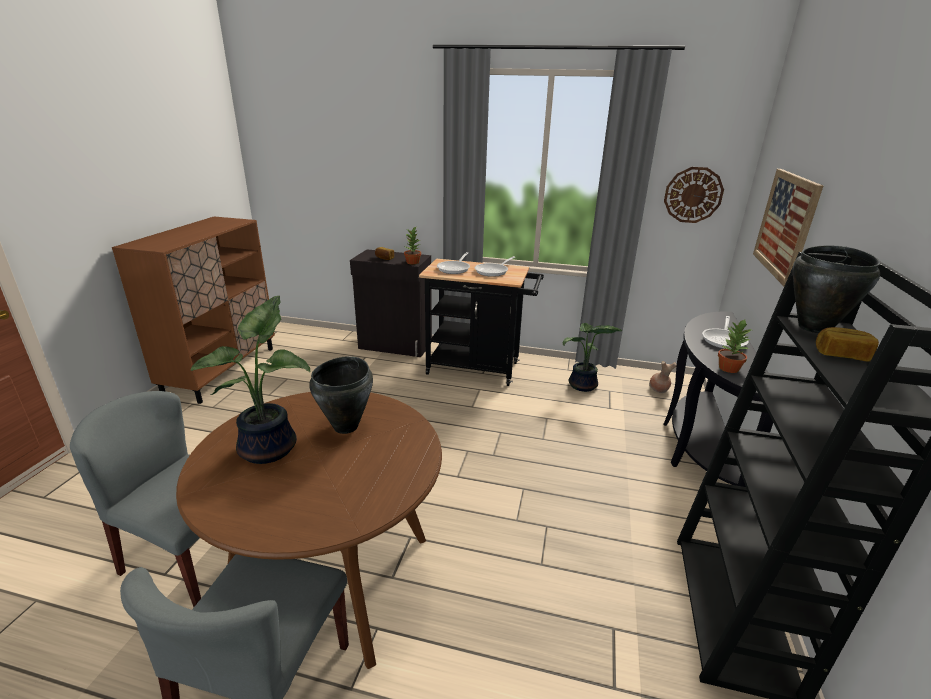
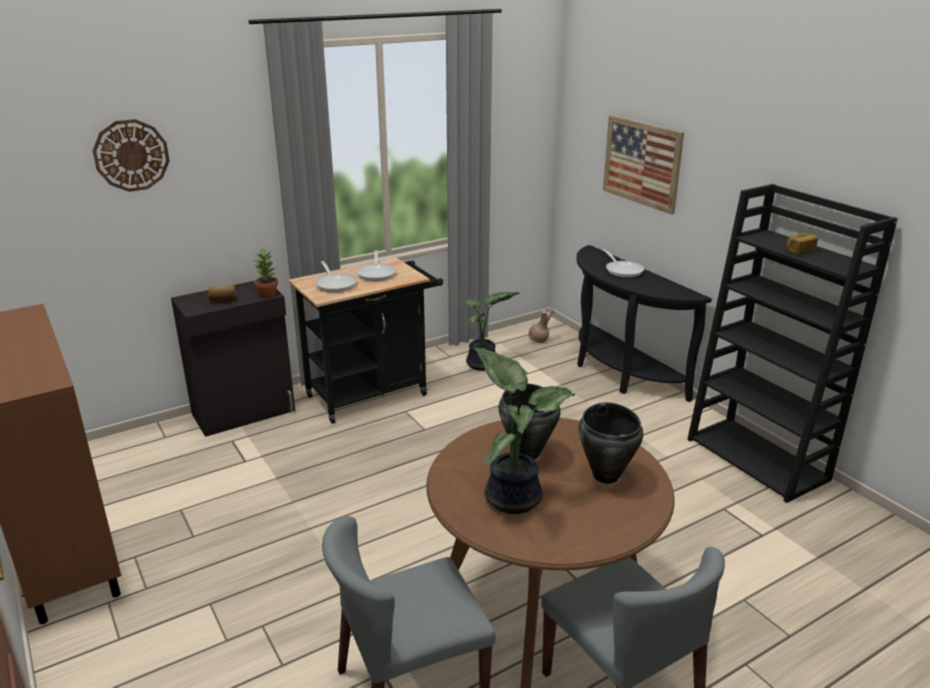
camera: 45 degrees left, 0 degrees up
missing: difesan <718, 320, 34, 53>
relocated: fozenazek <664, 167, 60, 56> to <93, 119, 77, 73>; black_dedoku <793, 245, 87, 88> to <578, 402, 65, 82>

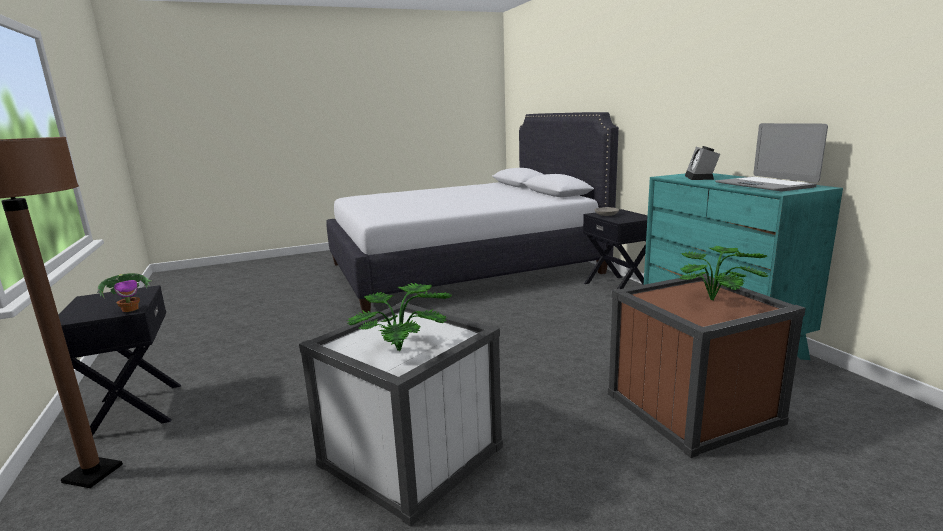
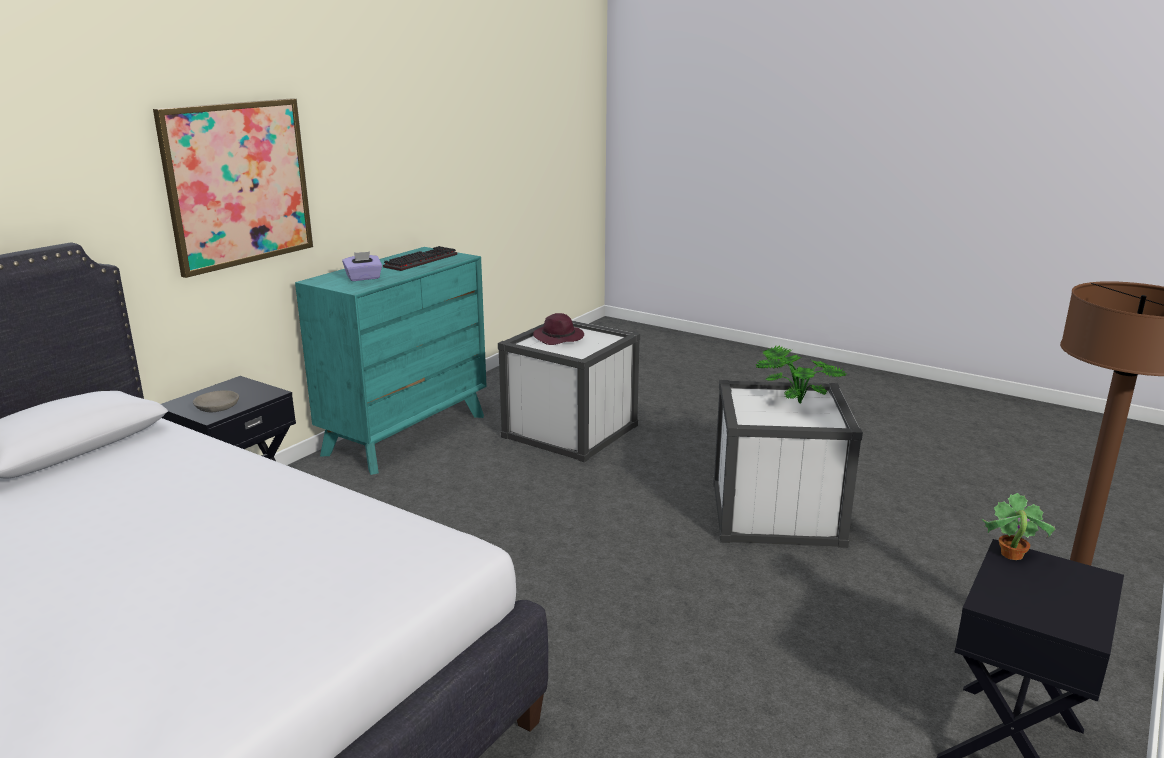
camera: 125 degrees left, 5 degrees up
appeared: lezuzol <153, 98, 160, 180>
exchanged: difesan <679, 246, 90, 54> to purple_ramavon <533, 313, 51, 32>; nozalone <685, 146, 35, 34> to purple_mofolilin <342, 252, 40, 29>; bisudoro <715, 123, 113, 68> to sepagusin <383, 246, 74, 25>
colour: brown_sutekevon <608, 274, 198, 184> to white_sutekevon <498, 321, 142, 141>

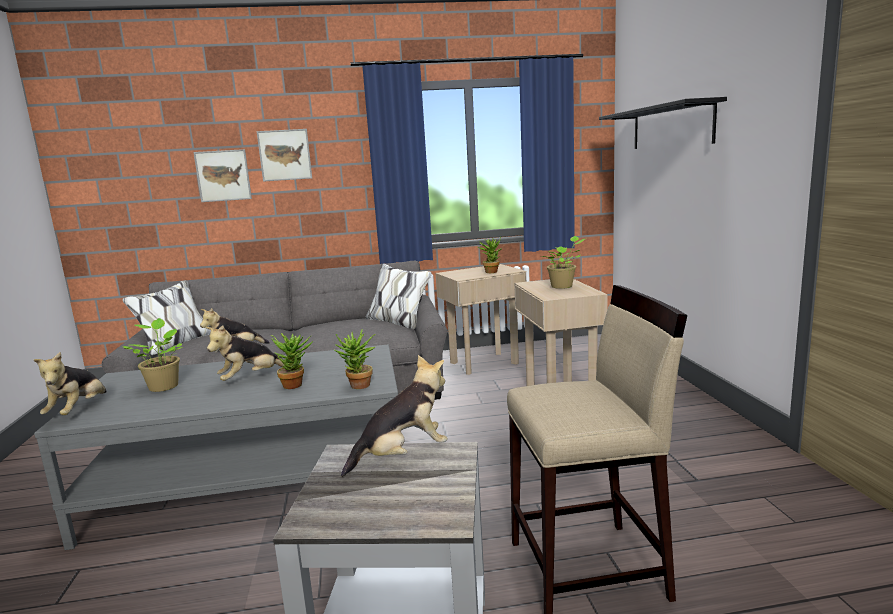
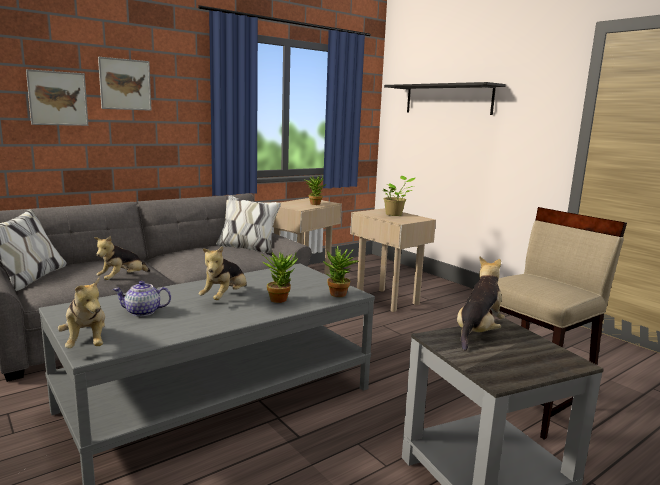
camera: 30 degrees left, 0 degrees up
exchanged: difesan <123, 318, 60, 74> to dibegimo <113, 281, 58, 35>

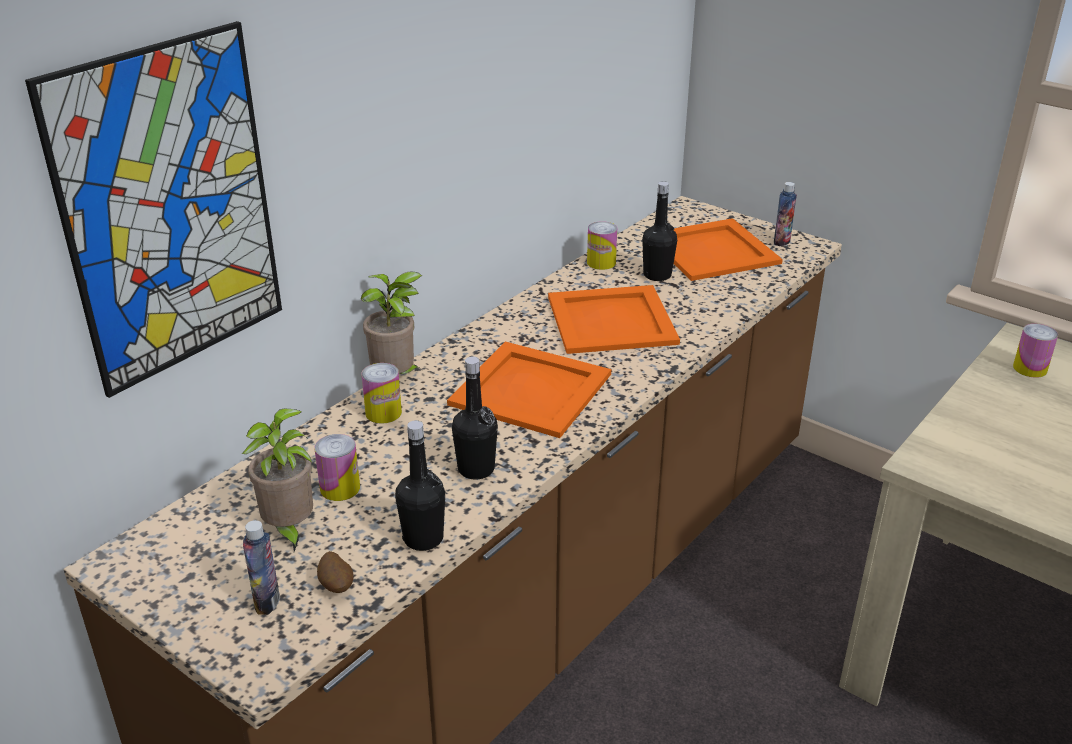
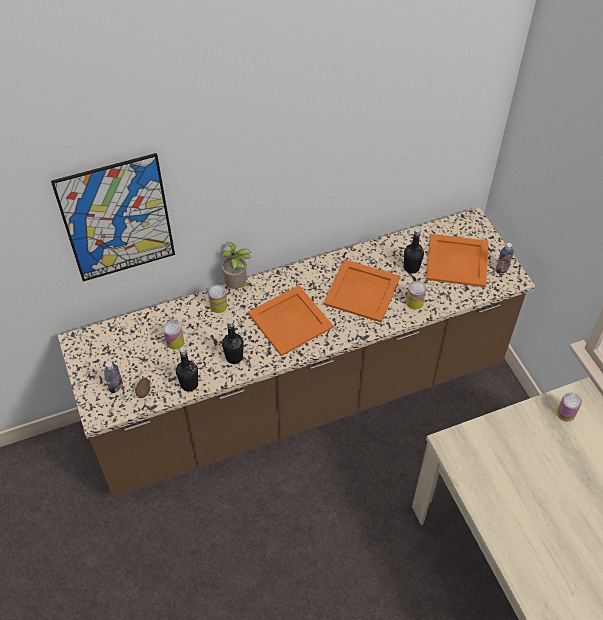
camera: 30 degrees right, 20 degrees up
missing: difesan <242, 409, 71, 143>
relocated: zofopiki <587, 221, 30, 49> to <406, 281, 20, 28>

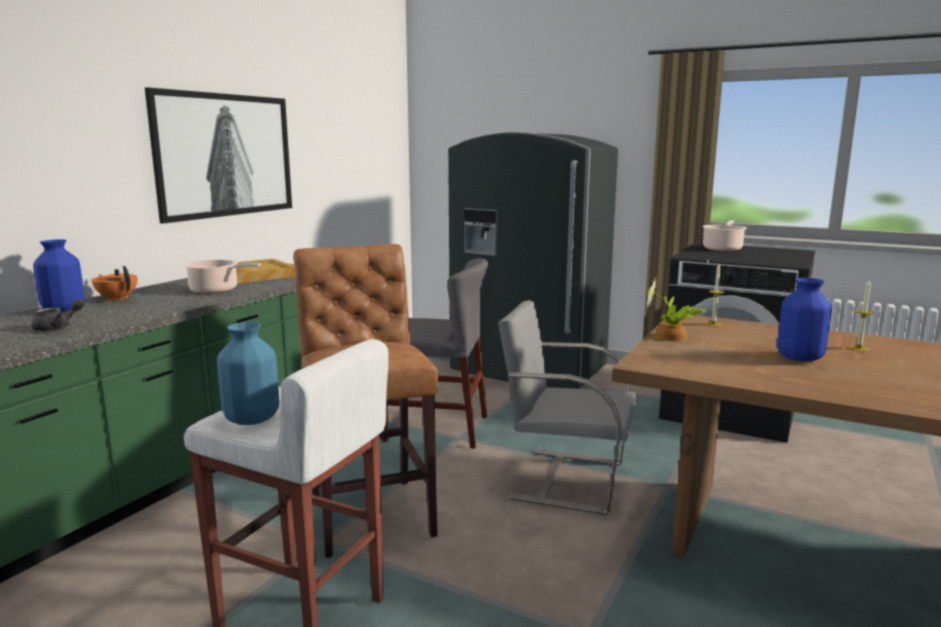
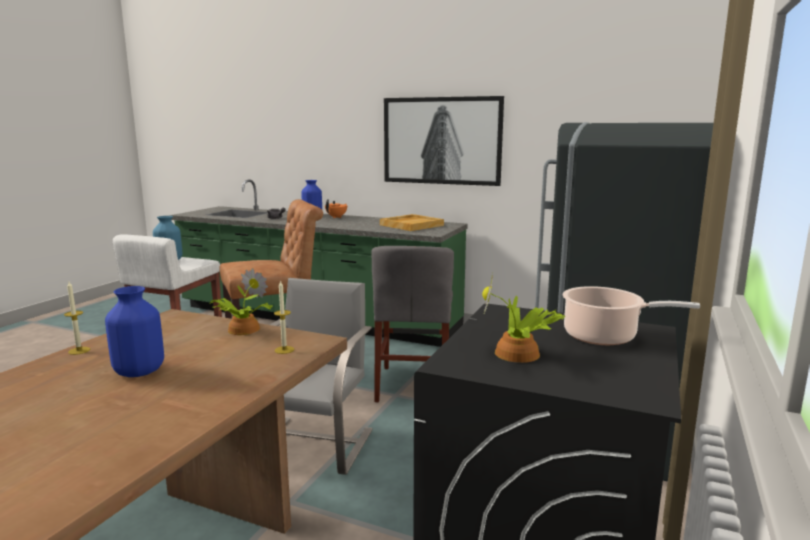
camera: 85 degrees right, 0 degrees up
missing: dedoku <184, 259, 77, 35>
appeared: difesan <482, 274, 84, 89>
relocated: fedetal <848, 281, 26, 71> to <64, 282, 26, 73>

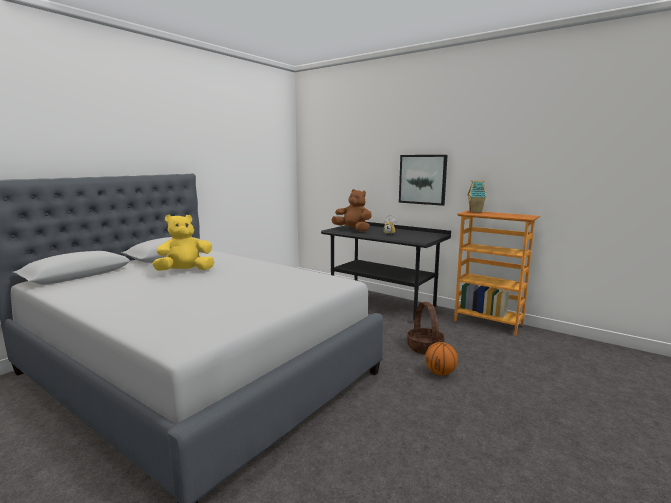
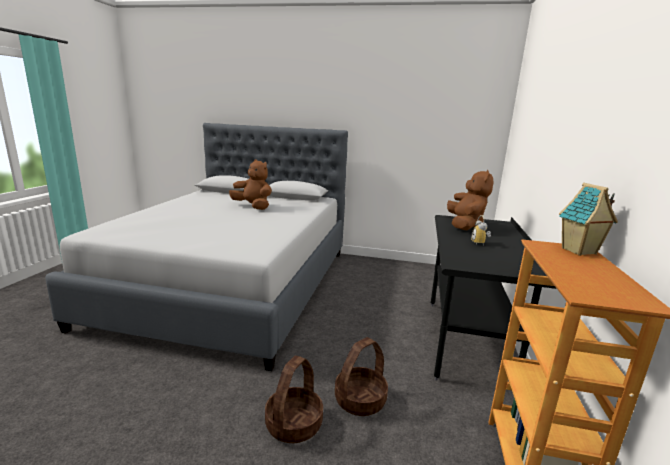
camera: 65 degrees right, 5 degrees up
missing: lezuzol <399, 155, 49, 51>
exchanged: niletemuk <425, 342, 33, 34> to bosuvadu <265, 356, 58, 87>
colour: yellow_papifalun <152, 215, 62, 56> to brown_papifalun <229, 159, 43, 51>

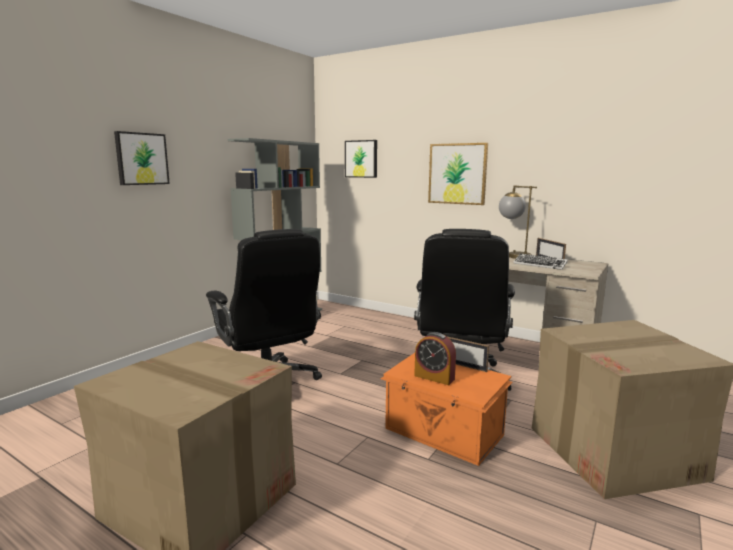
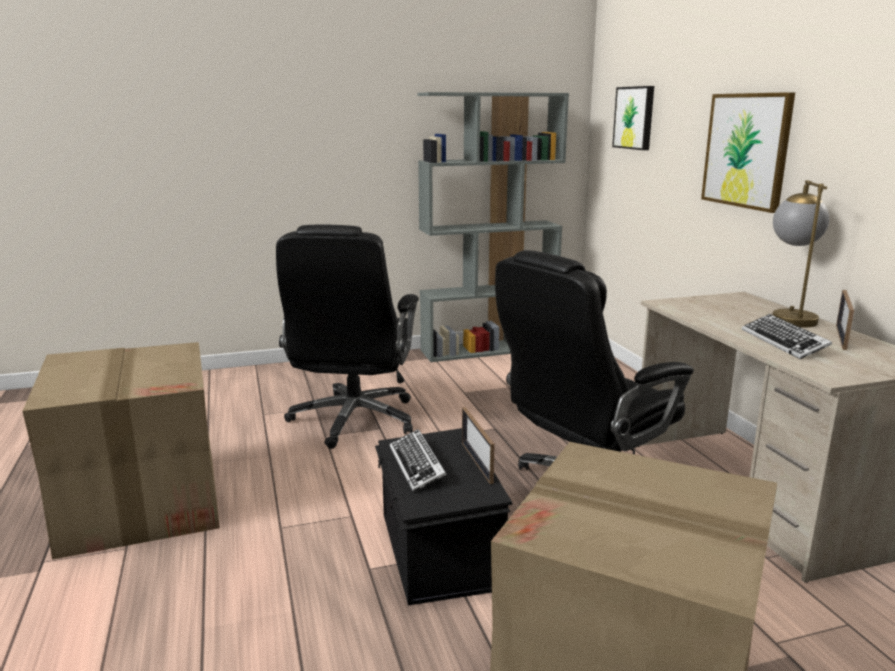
camera: 40 degrees right, 5 degrees up
missing: lezuzol <114, 131, 56, 54>
exchanged: nozalone <414, 332, 42, 53> to sepagusin <390, 429, 57, 63>
colour: orange_sutekevon <380, 353, 132, 113> to black_sutekevon <375, 428, 137, 177>

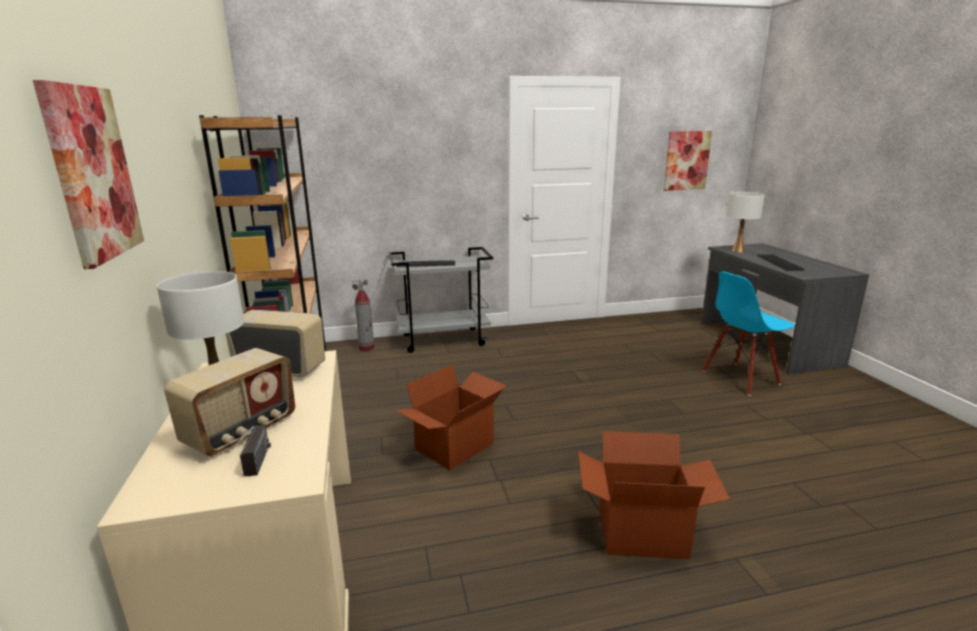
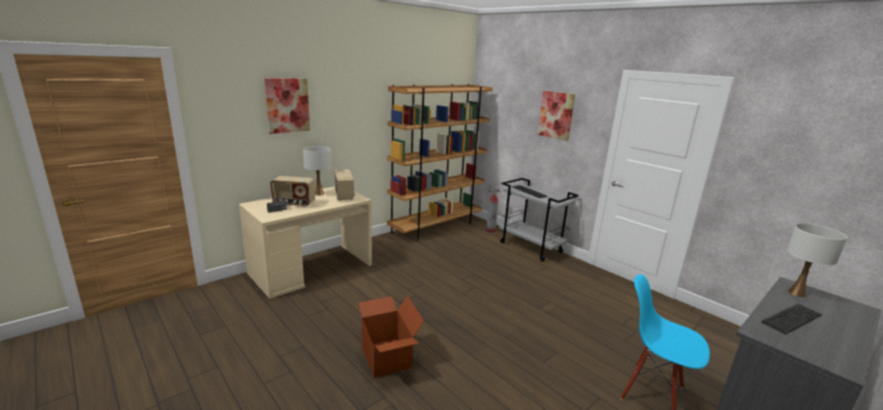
camera: 60 degrees right, 0 degrees up
missing: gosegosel <395, 364, 111, 106>
relocated: lezuzol <664, 131, 48, 60> to <537, 91, 38, 50>

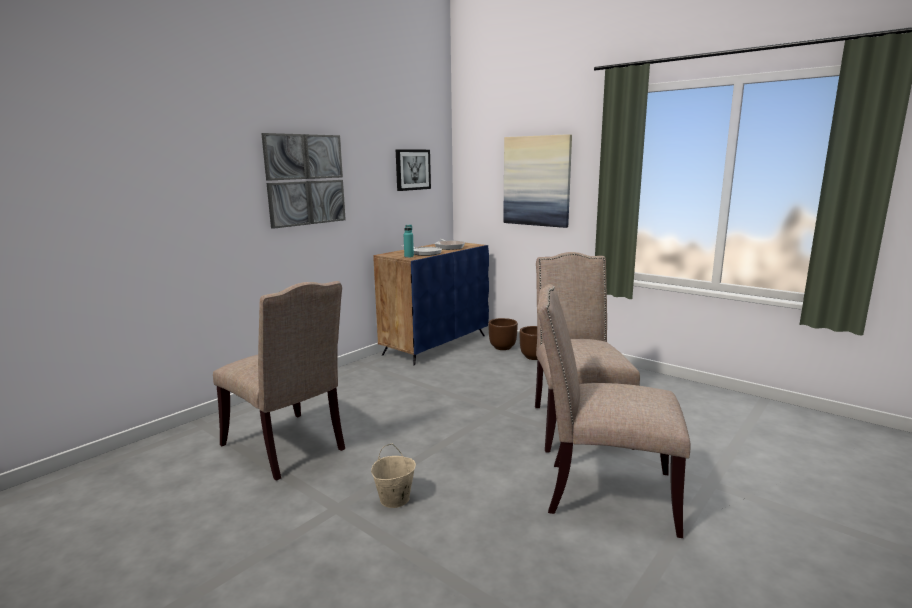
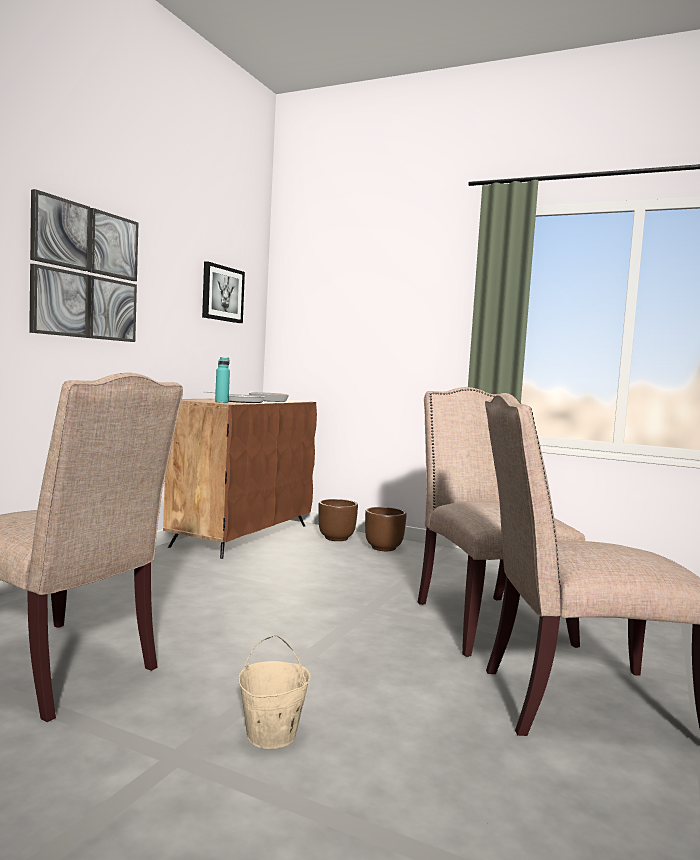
camera: 15 degrees left, 10 degrees down
missing: lezuzol <503, 134, 69, 94>
colour: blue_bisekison <373, 243, 116, 122> to brown_bisekison <163, 398, 154, 161>

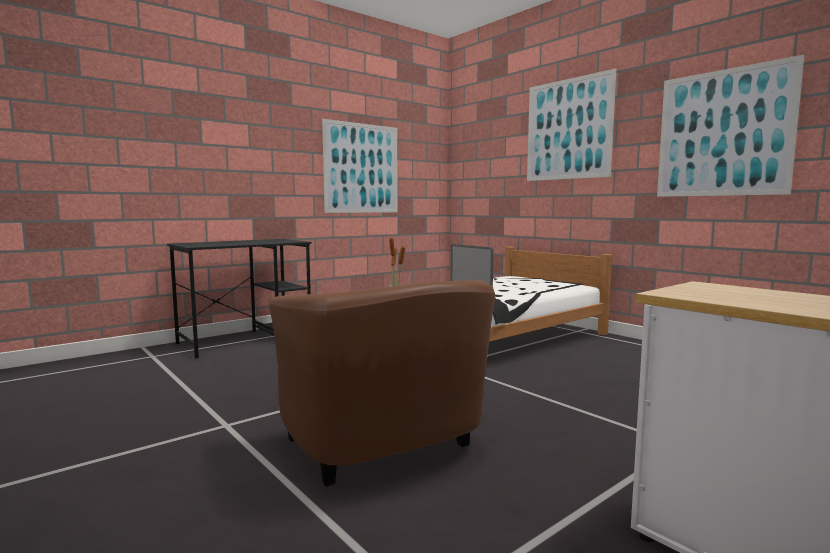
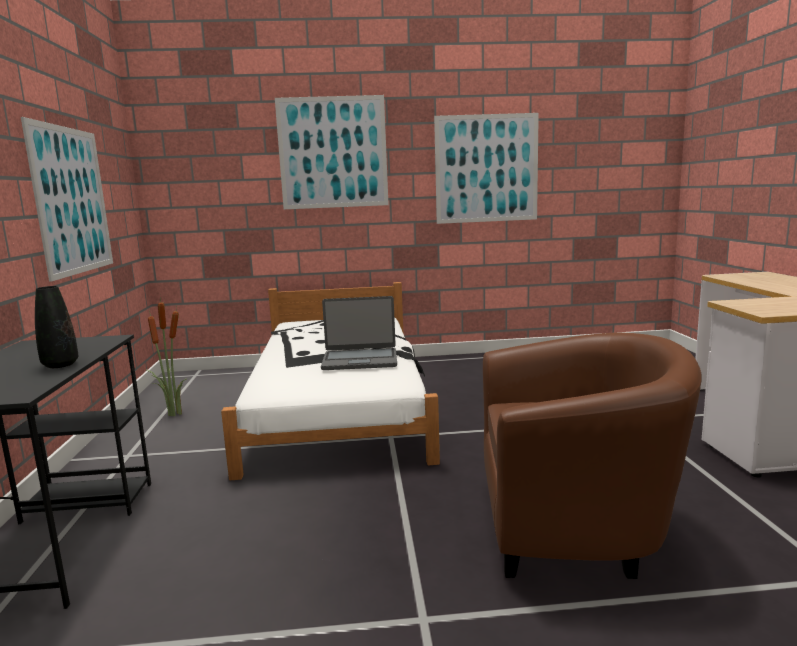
camera: 55 degrees left, 5 degrees up
appeared: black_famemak <35, 286, 43, 82>

